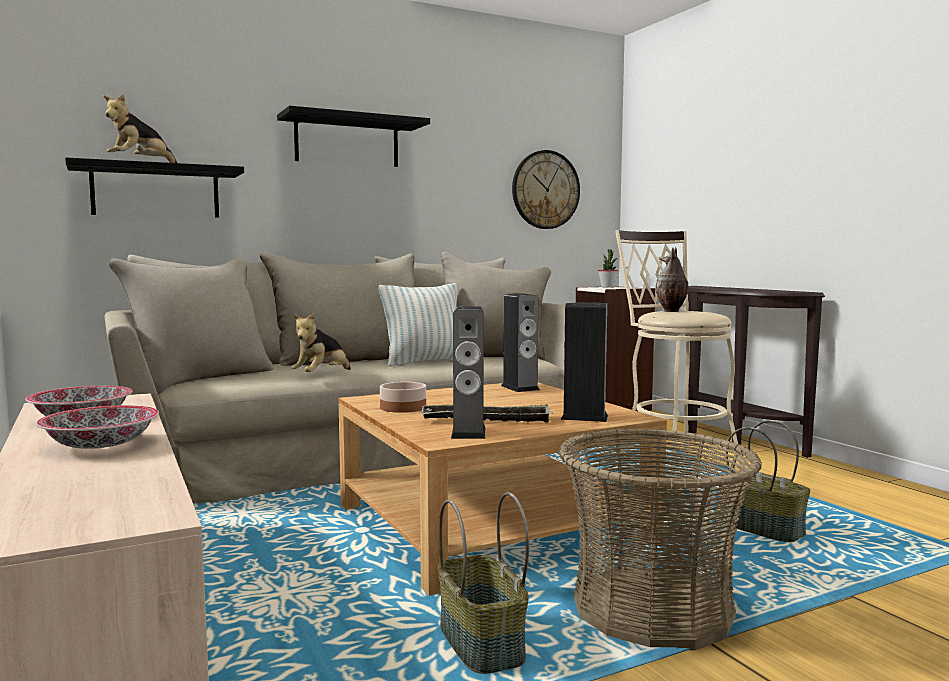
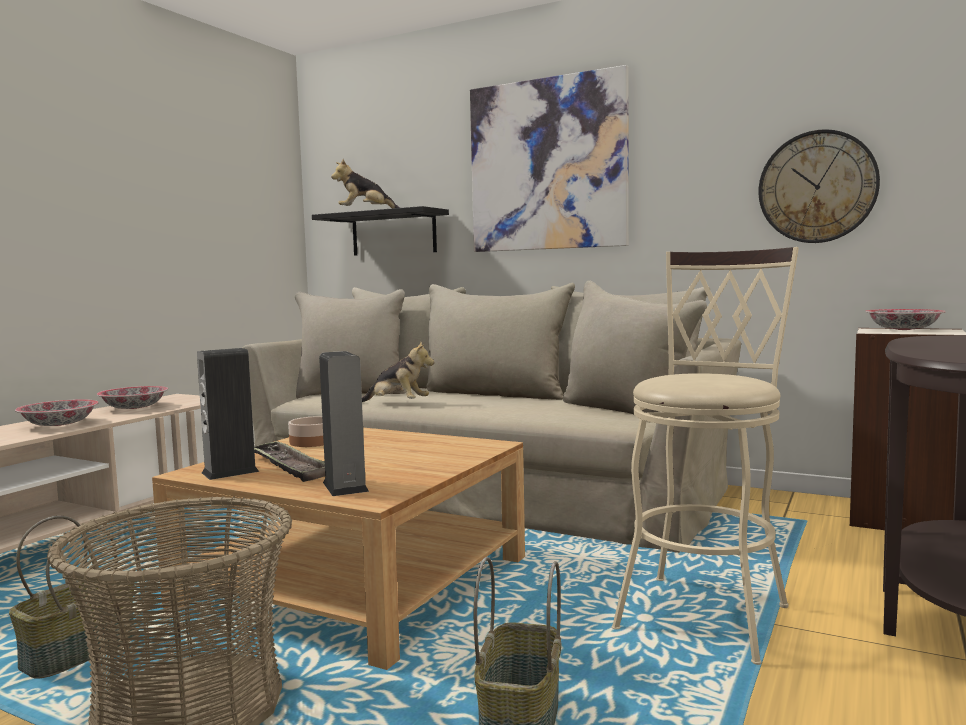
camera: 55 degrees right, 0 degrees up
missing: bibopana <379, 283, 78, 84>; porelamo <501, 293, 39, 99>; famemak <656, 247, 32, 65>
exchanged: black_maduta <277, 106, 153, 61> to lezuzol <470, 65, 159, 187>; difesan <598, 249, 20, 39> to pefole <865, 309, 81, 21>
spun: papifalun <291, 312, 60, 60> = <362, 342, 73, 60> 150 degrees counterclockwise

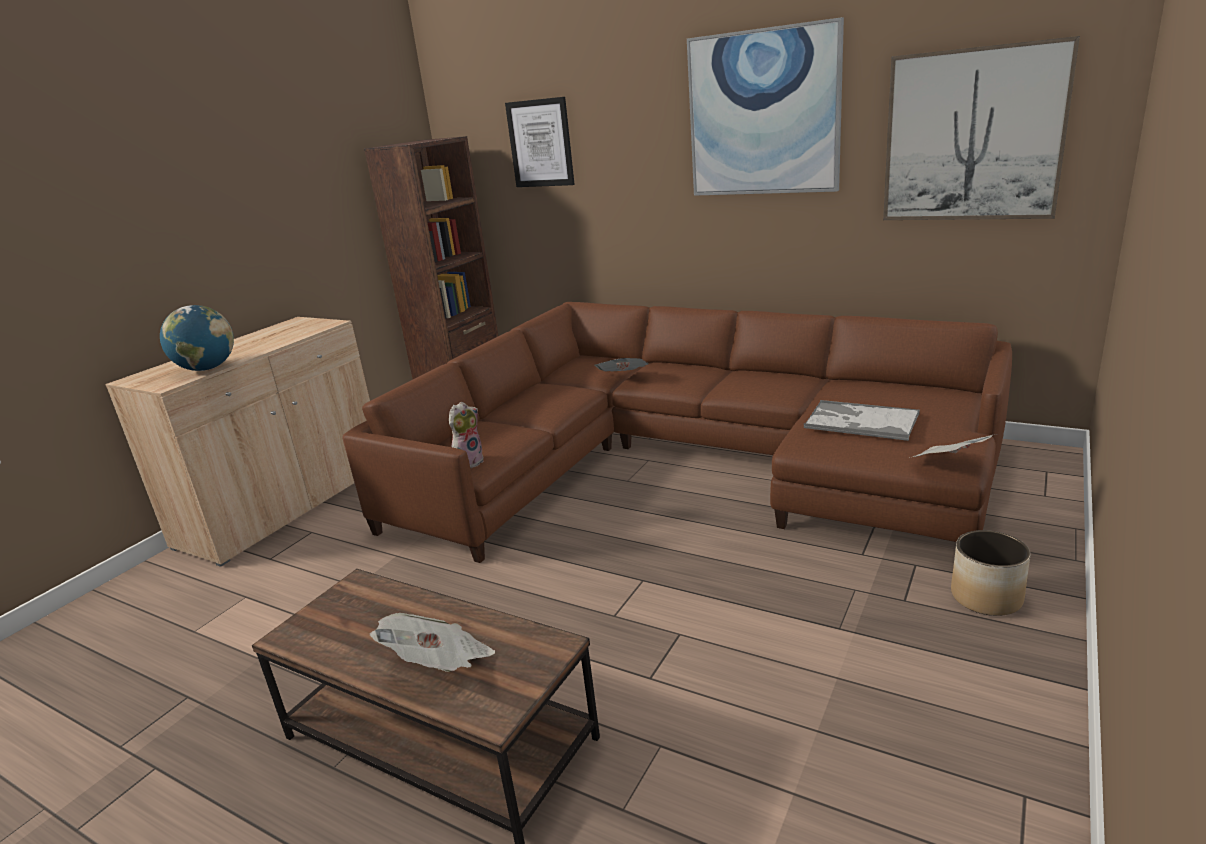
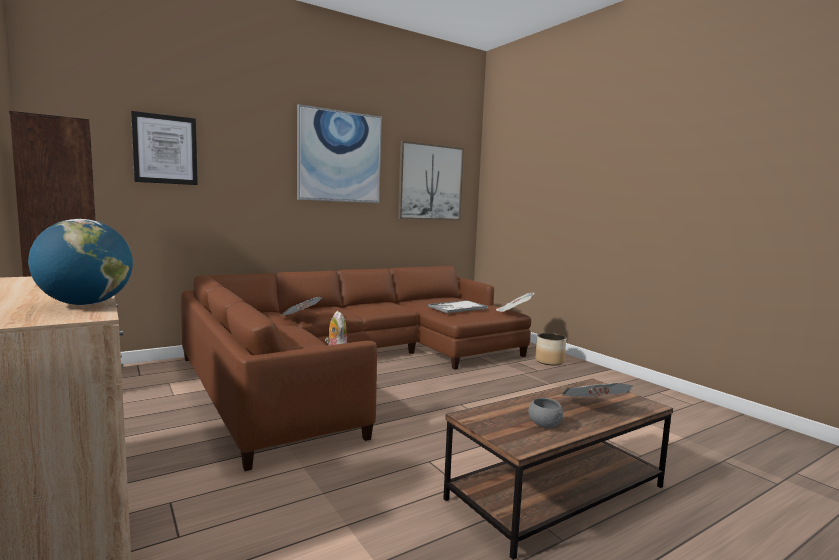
camera: 65 degrees left, 15 degrees down
appeared: grey_pefole <529, 398, 34, 30>

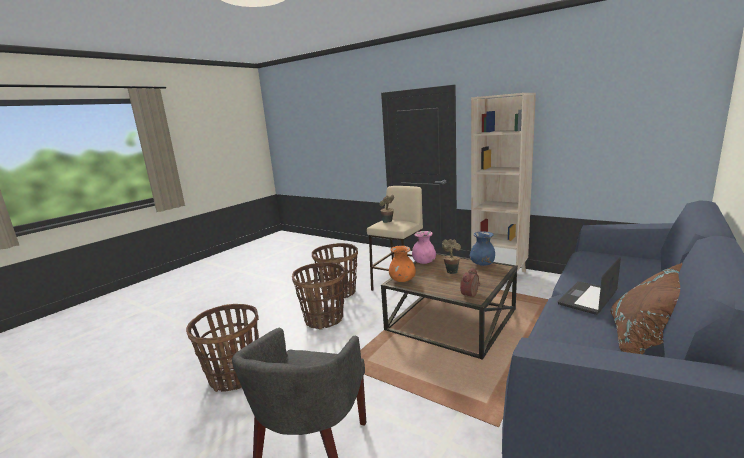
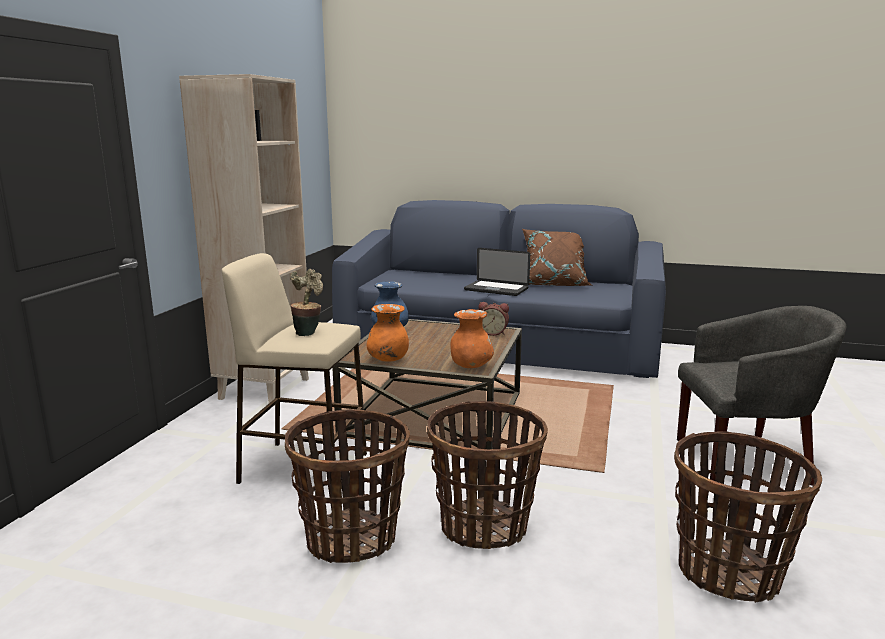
camera: 110 degrees left, 0 degrees up
missing: difesan <442, 239, 19, 35>
colour: pink_famemak <412, 231, 24, 33> to orange_famemak <367, 304, 42, 58>

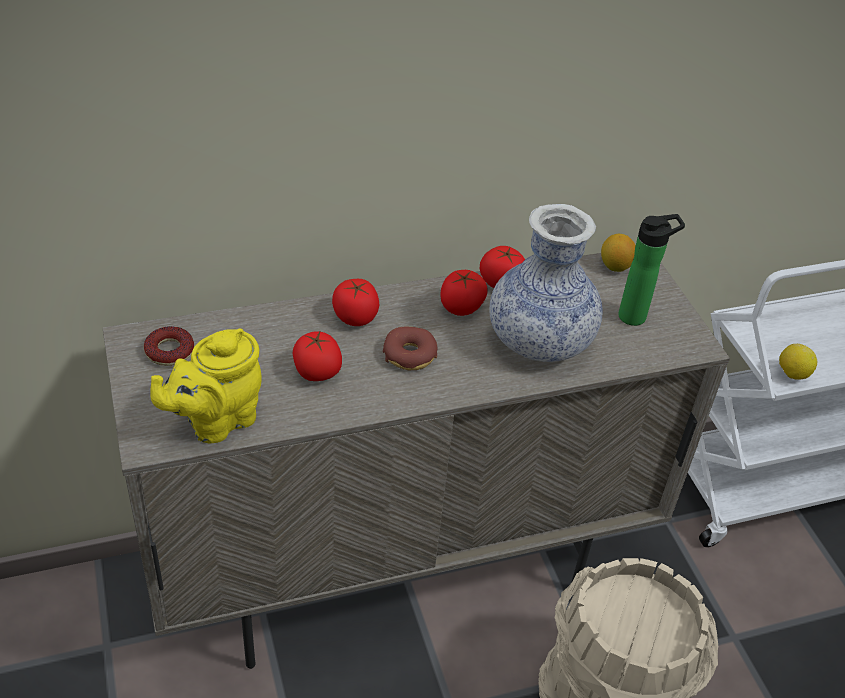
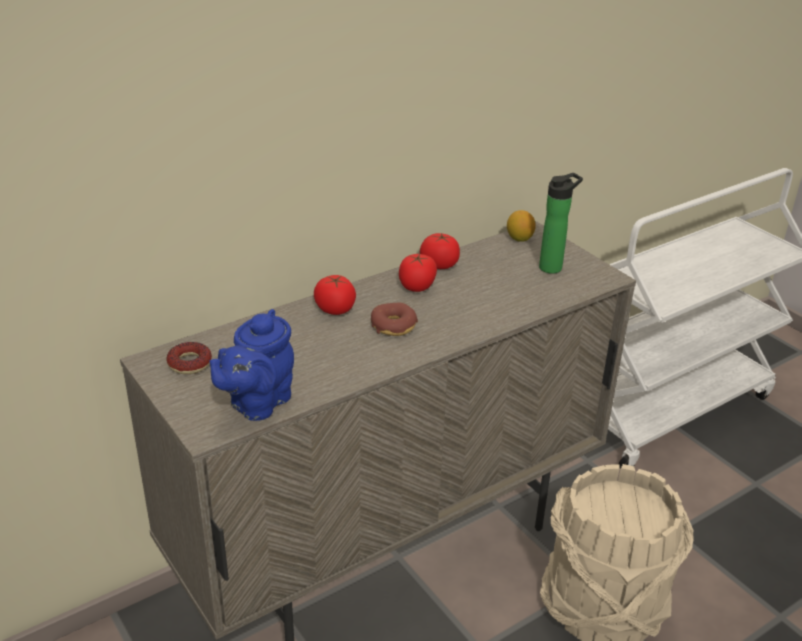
camera: 15 degrees left, 10 degrees down
missing: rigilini <293, 330, 49, 51>; famemak <489, 204, 114, 158>; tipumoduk <779, 344, 38, 36>
colour: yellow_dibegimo <150, 329, 112, 114> to blue_dibegimo <209, 309, 85, 112>

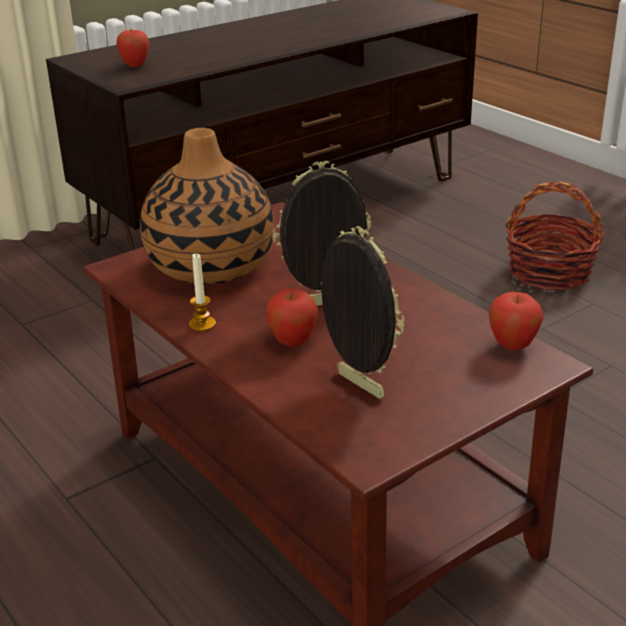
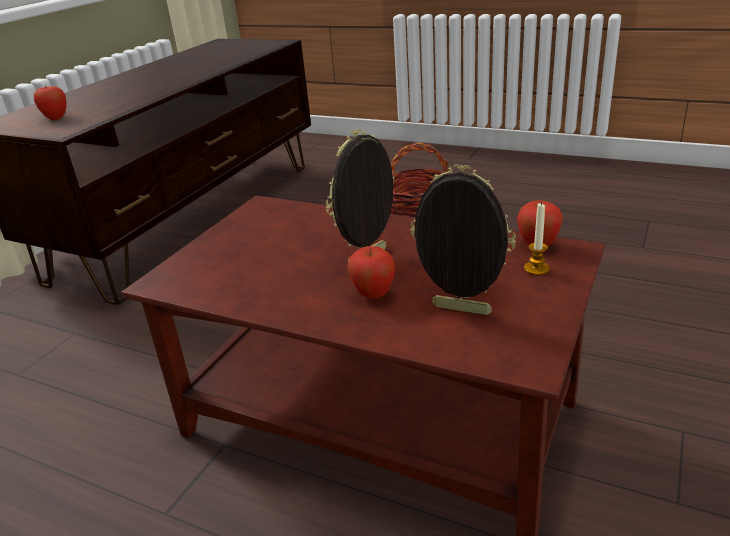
camera: 25 degrees left, 0 degrees up
missing: famemak <140, 128, 134, 156>
relocated: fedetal <189, 253, 27, 79> to <524, 202, 25, 73>

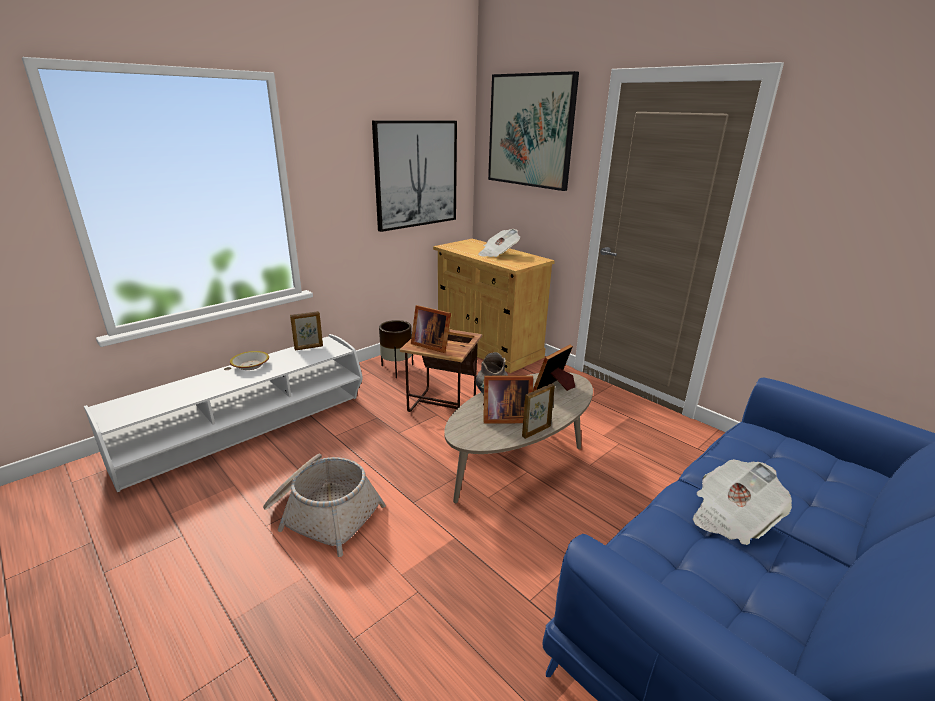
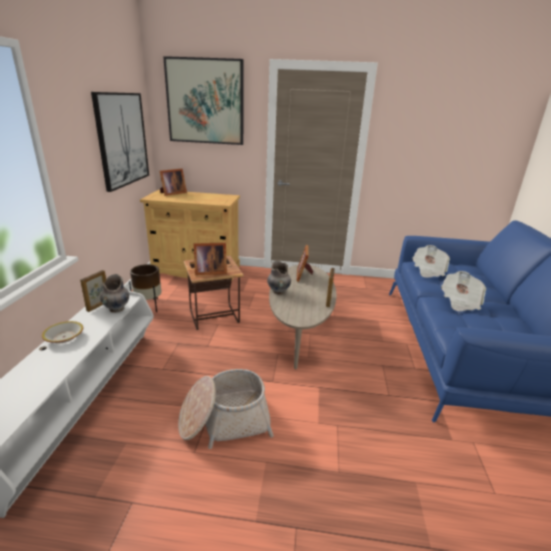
camera: 40 degrees left, 0 degrees up
appeared: grey_famemak <100, 274, 29, 38>
relocated: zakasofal <478, 229, 42, 28> to <412, 245, 38, 33>; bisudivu <483, 376, 50, 48> to <159, 169, 28, 27>

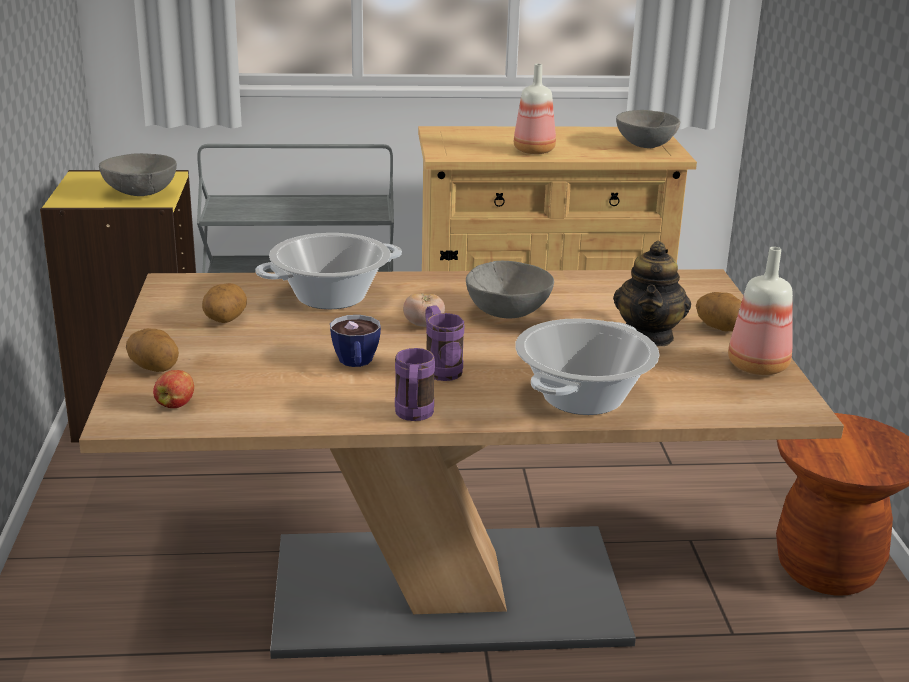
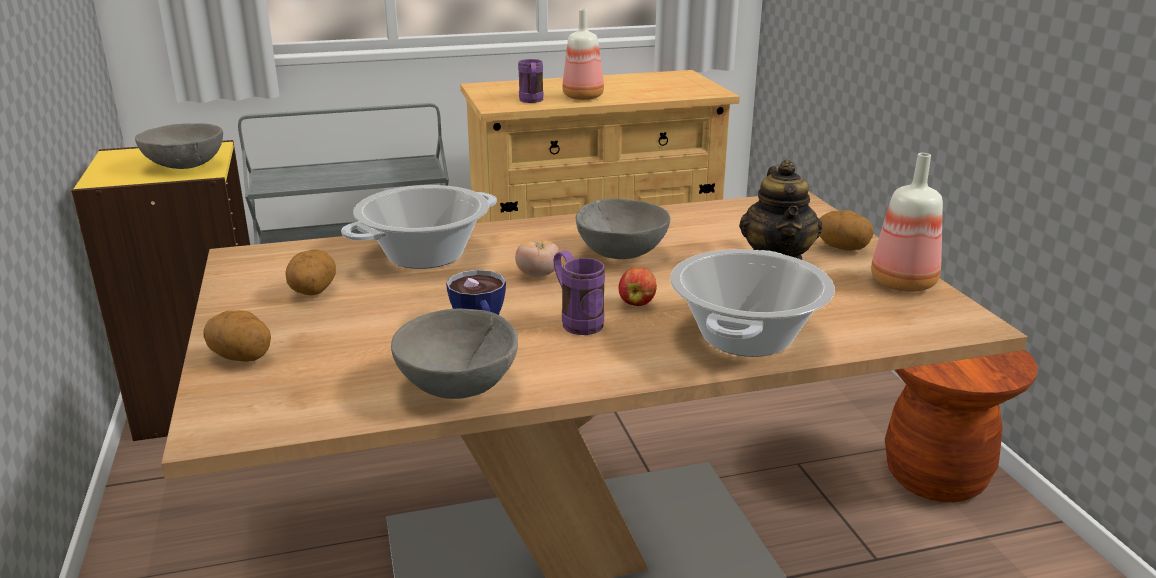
camera: 10 degrees left, 0 degrees up
relocated: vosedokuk <153, 370, 41, 38> to <619, 267, 38, 39>; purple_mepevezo <395, 348, 40, 73> to <518, 59, 25, 44>; grey_pefole <616, 110, 64, 38> to <391, 309, 127, 90>

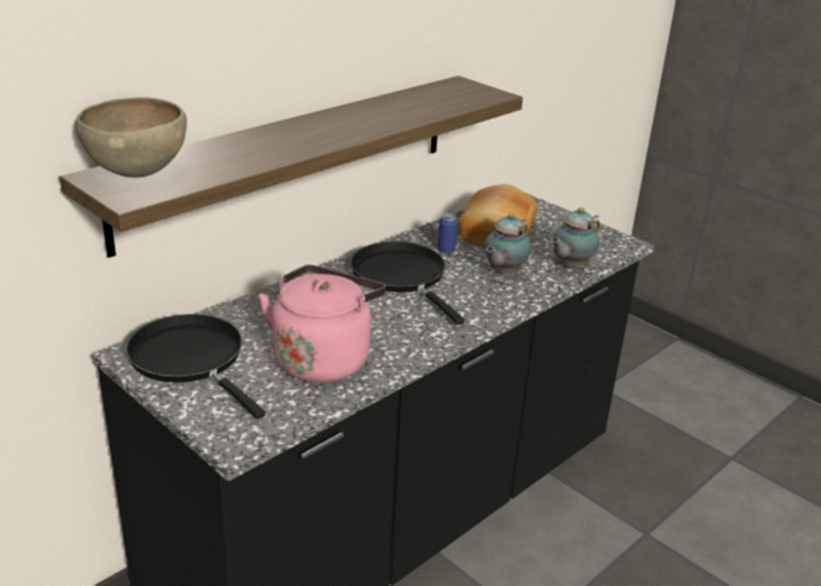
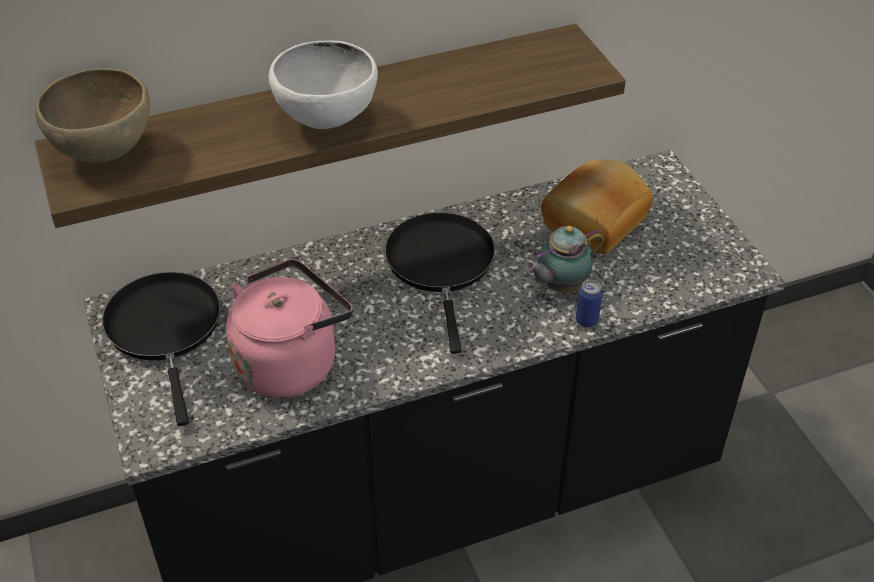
camera: 25 degrees right, 15 degrees up
missing: dibegimo <551, 207, 49, 61>
appeared: white_pefole <268, 41, 110, 88>
relocated: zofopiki <438, 213, 20, 41> to <576, 280, 27, 48>

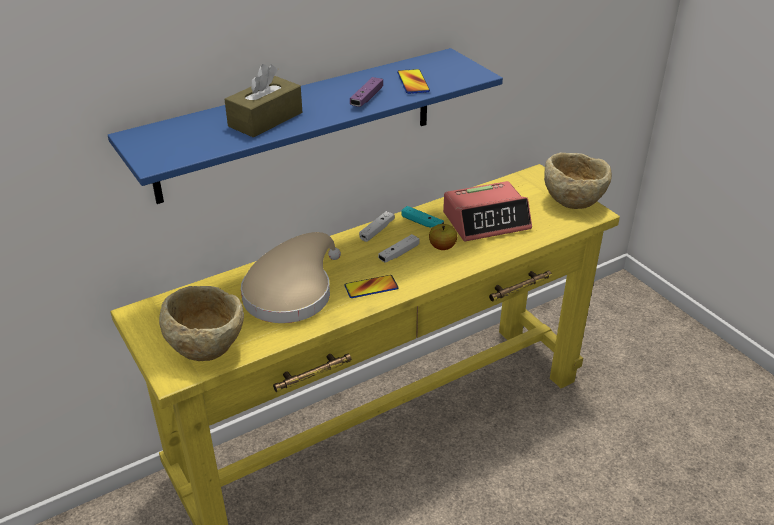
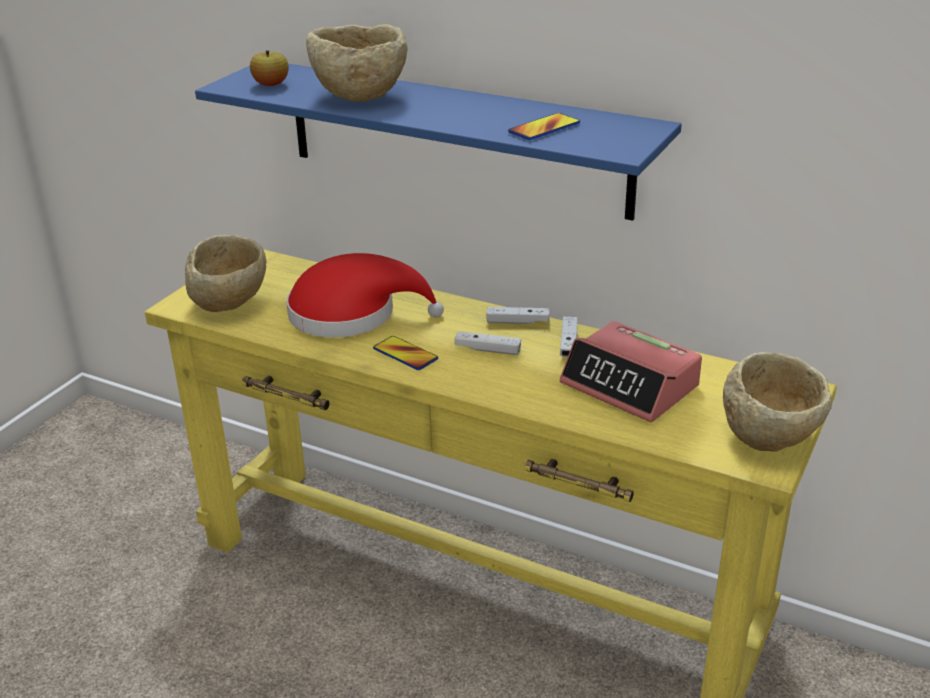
camera: 60 degrees right, 5 degrees down
missing: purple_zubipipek <350, 77, 33, 30>
relocated: vosedokuk <429, 224, 28, 26> to <250, 50, 39, 36>
exchanged: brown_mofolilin <224, 64, 78, 74> to beige_pefole <306, 24, 102, 78>
colour: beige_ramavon <241, 232, 100, 91> to red_ramavon <286, 253, 158, 85>; turquoise_zubipipek <401, 206, 43, 22> to white_zubipipek <560, 316, 18, 41>

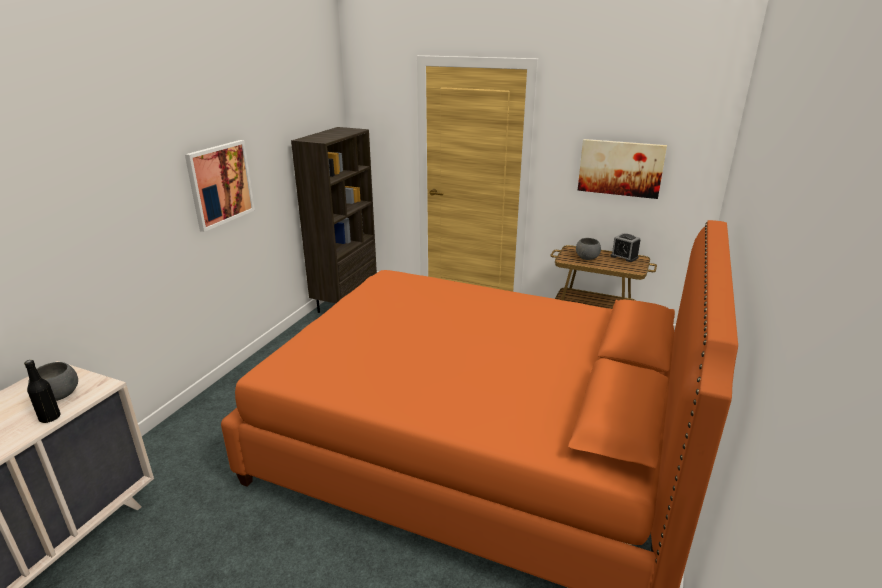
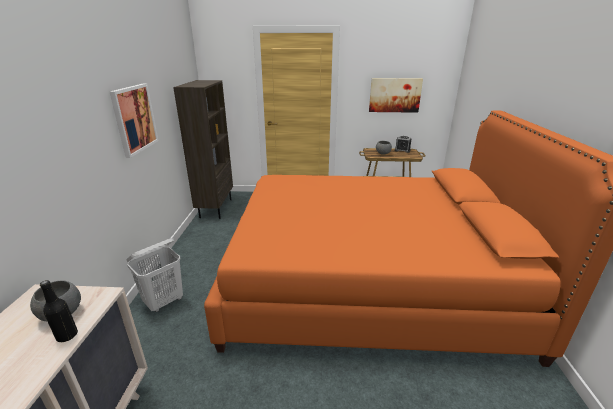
camera: 20 degrees left, 0 degrees up
appeared: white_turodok <126, 238, 57, 74>

